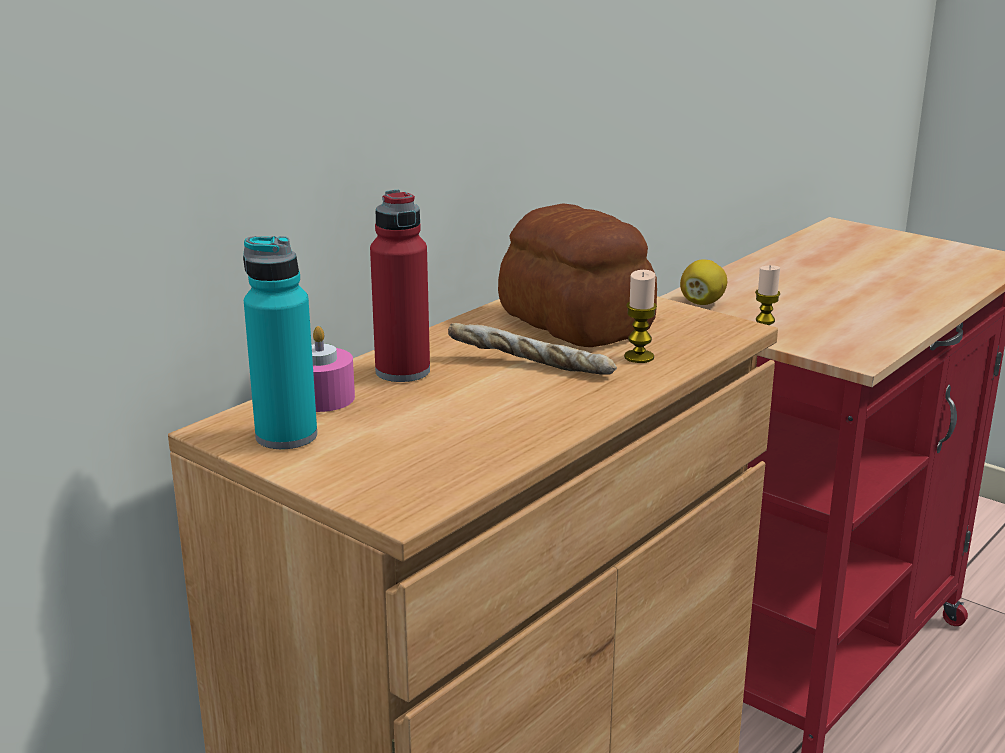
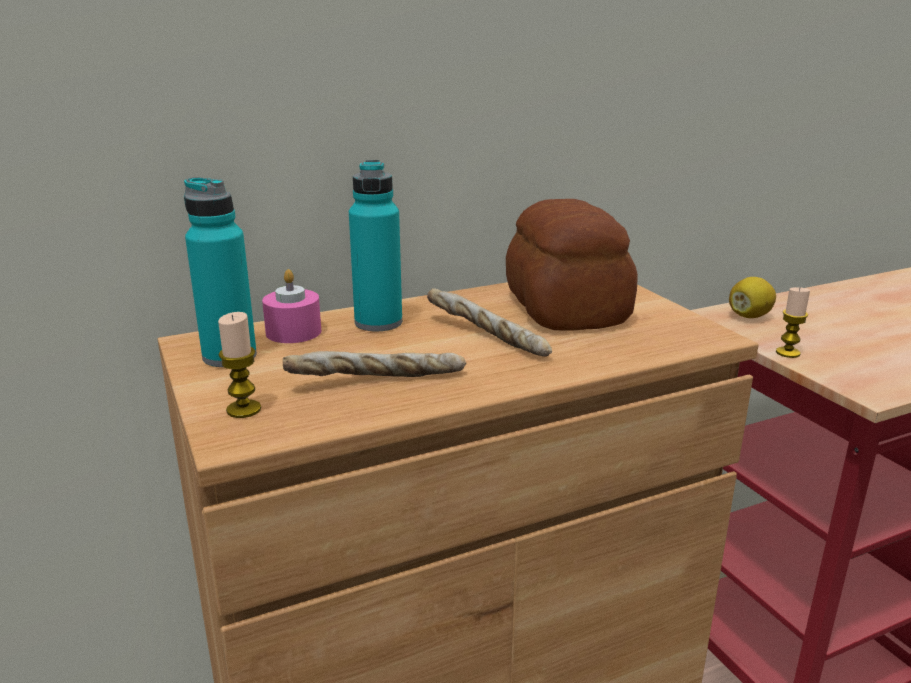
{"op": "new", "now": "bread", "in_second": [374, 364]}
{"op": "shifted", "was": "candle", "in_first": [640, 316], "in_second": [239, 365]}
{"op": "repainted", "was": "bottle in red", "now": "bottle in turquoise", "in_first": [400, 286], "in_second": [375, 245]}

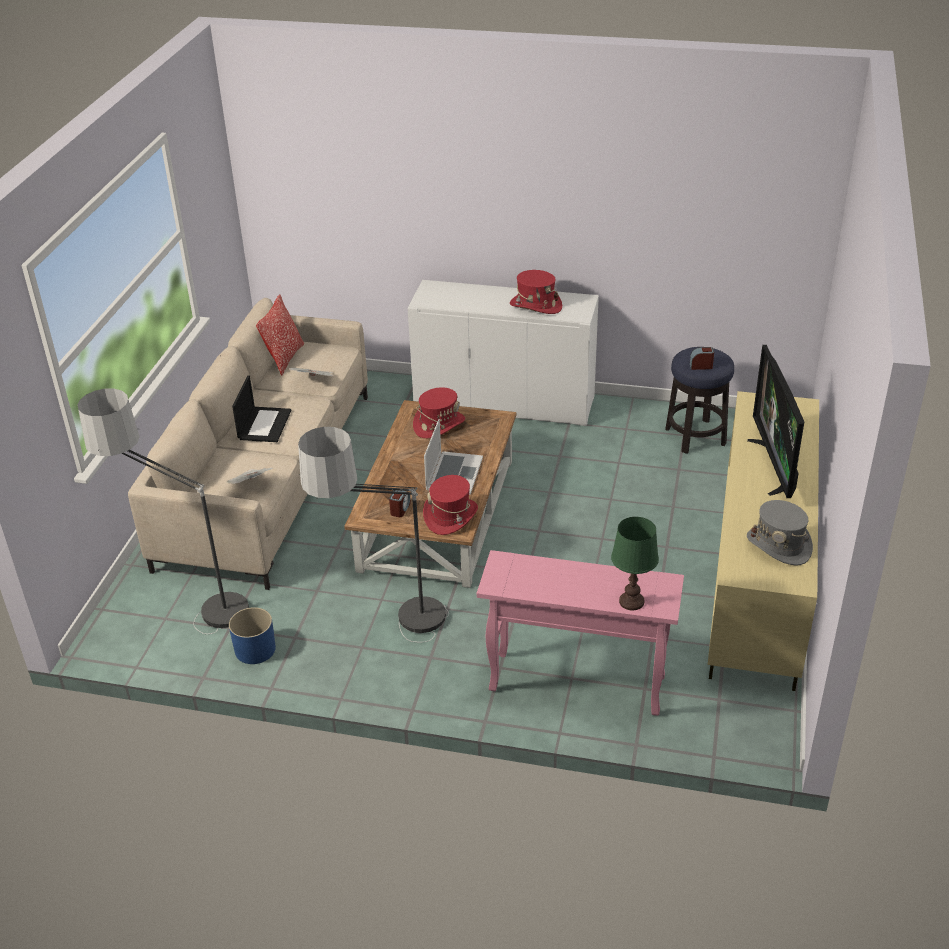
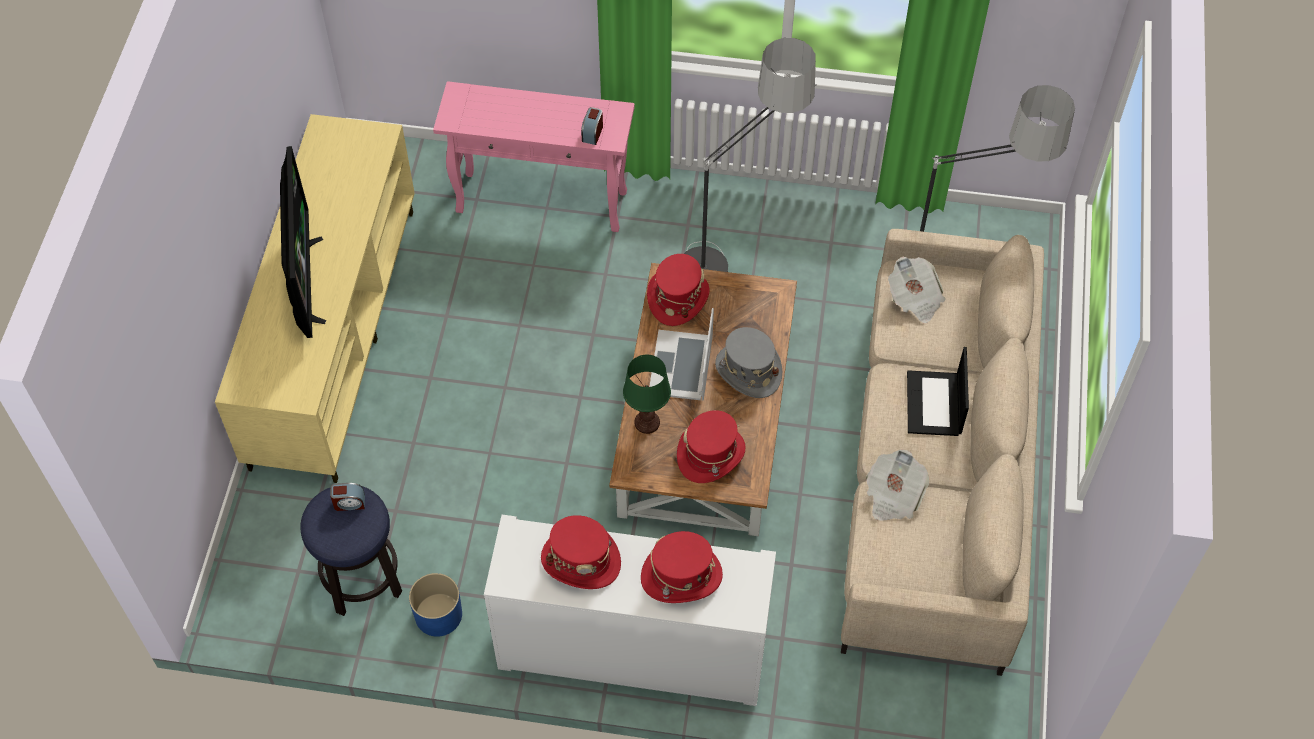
{"op": "gone", "was": "pillow", "in_first": [280, 335]}
{"op": "new", "now": "hat in red", "in_second": [682, 567]}
{"op": "shifted", "was": "planter in blue", "in_first": [252, 635], "in_second": [435, 605]}
{"op": "shifted", "was": "alarm clock", "in_first": [400, 503], "in_second": [592, 126]}
{"op": "shifted", "was": "table lamp in green", "in_first": [635, 564], "in_second": [647, 394]}
{"op": "shifted", "was": "hat in grey", "in_first": [780, 533], "in_second": [748, 362]}

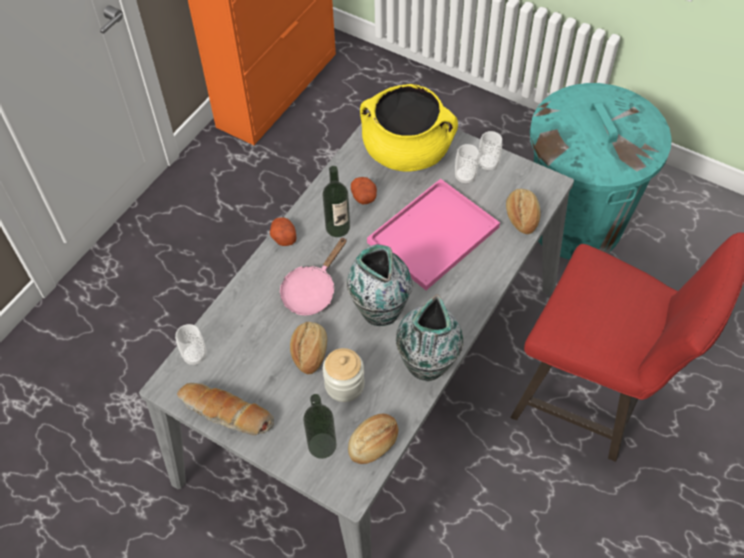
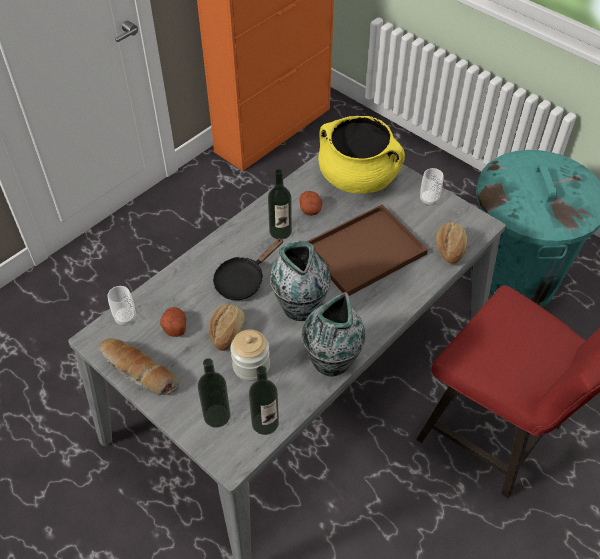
{"op": "gone", "was": "cup", "in_first": [467, 164]}
{"op": "shifted", "was": "potato", "in_first": [283, 231], "in_second": [173, 322]}
{"op": "swapped", "was": "bread", "now": "bottle", "in_first": [373, 439], "in_second": [264, 400]}
{"op": "repainted", "was": "frying pan in pink", "now": "frying pan in black", "in_first": [313, 276], "in_second": [248, 269]}
{"op": "repainted", "was": "tray in pink", "now": "tray in brown", "in_first": [433, 234], "in_second": [367, 250]}

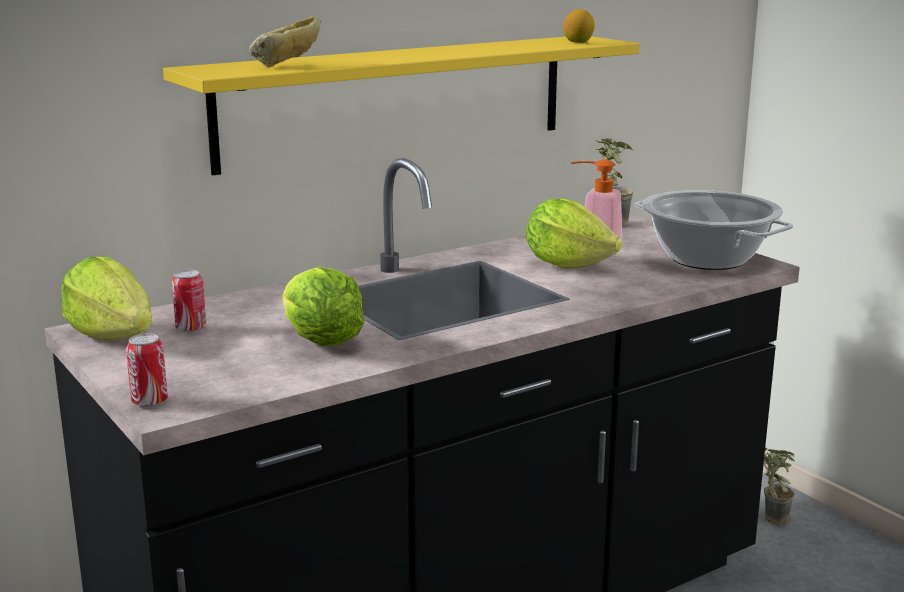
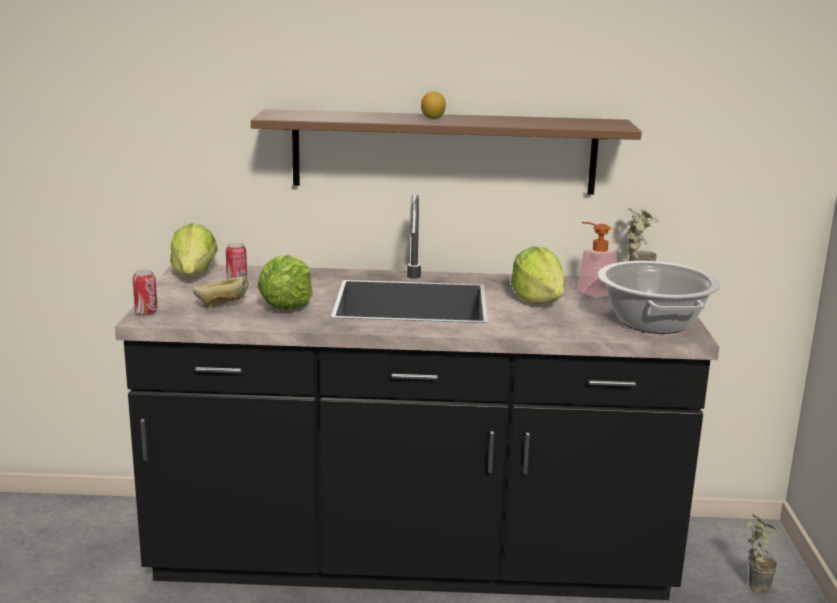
{"op": "shifted", "was": "bread", "in_first": [285, 42], "in_second": [221, 292]}
{"op": "shifted", "was": "lemon", "in_first": [579, 26], "in_second": [433, 105]}
{"op": "repainted", "was": "shelf in yellow", "now": "shelf in brown", "in_first": [401, 105], "in_second": [446, 152]}

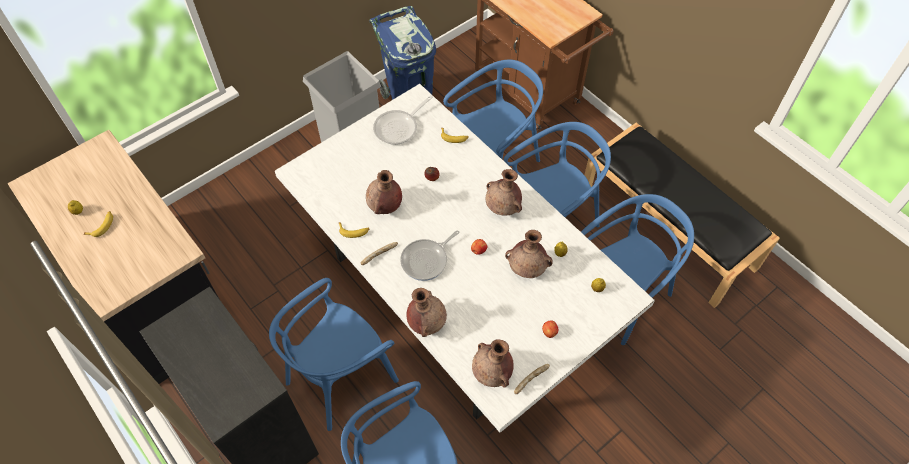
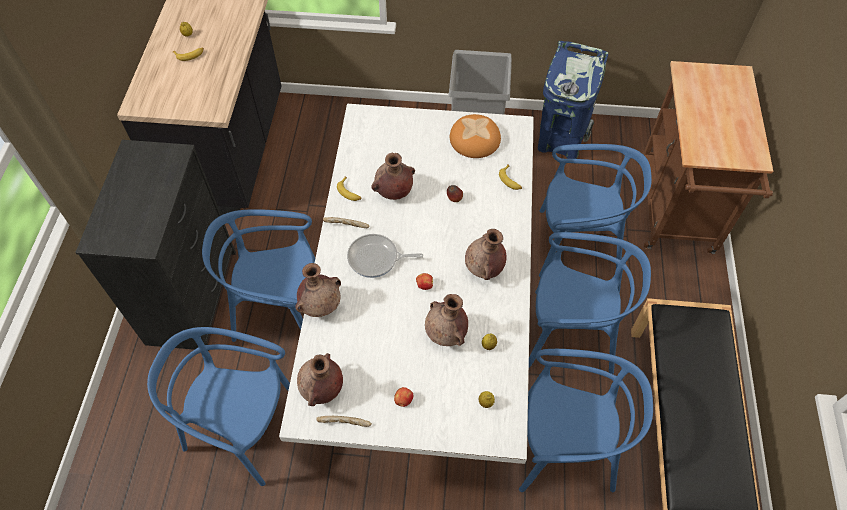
{"op": "swapped", "was": "frying pan", "now": "bread", "in_first": [403, 120], "in_second": [475, 136]}

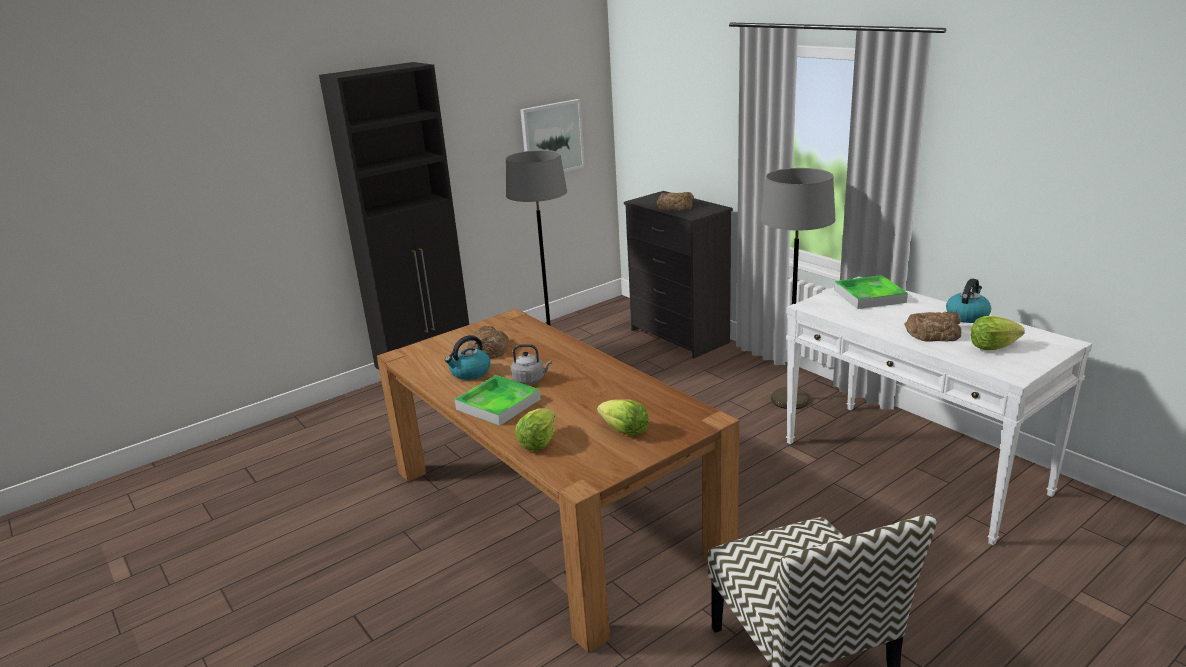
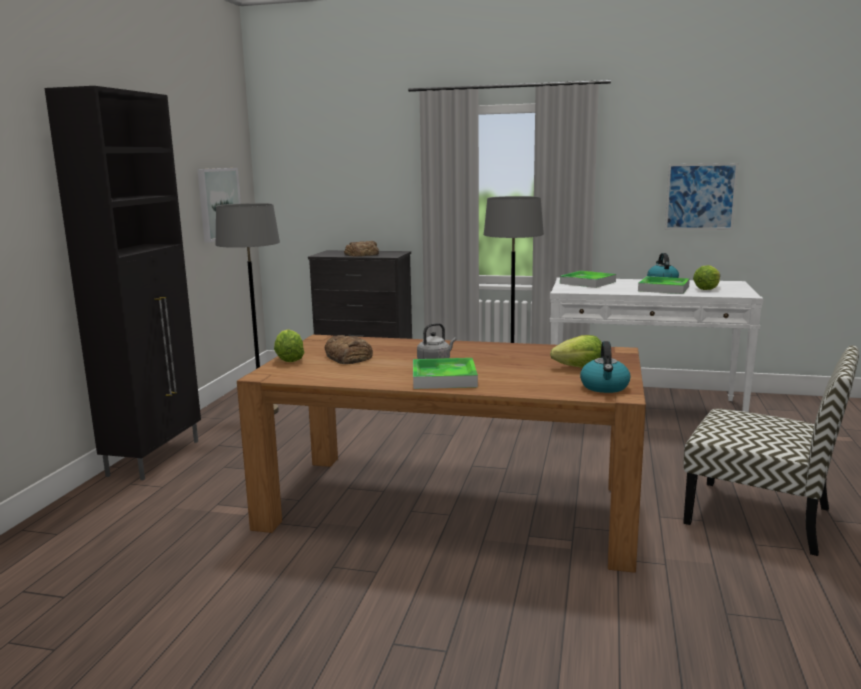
{"op": "new", "now": "picture", "in_second": [701, 196]}
{"op": "shifted", "was": "kettle", "in_first": [467, 357], "in_second": [605, 367]}
{"op": "shifted", "was": "lettuce", "in_first": [535, 429], "in_second": [289, 345]}
{"op": "swapped", "was": "bread", "now": "tray", "in_first": [933, 327], "in_second": [664, 285]}

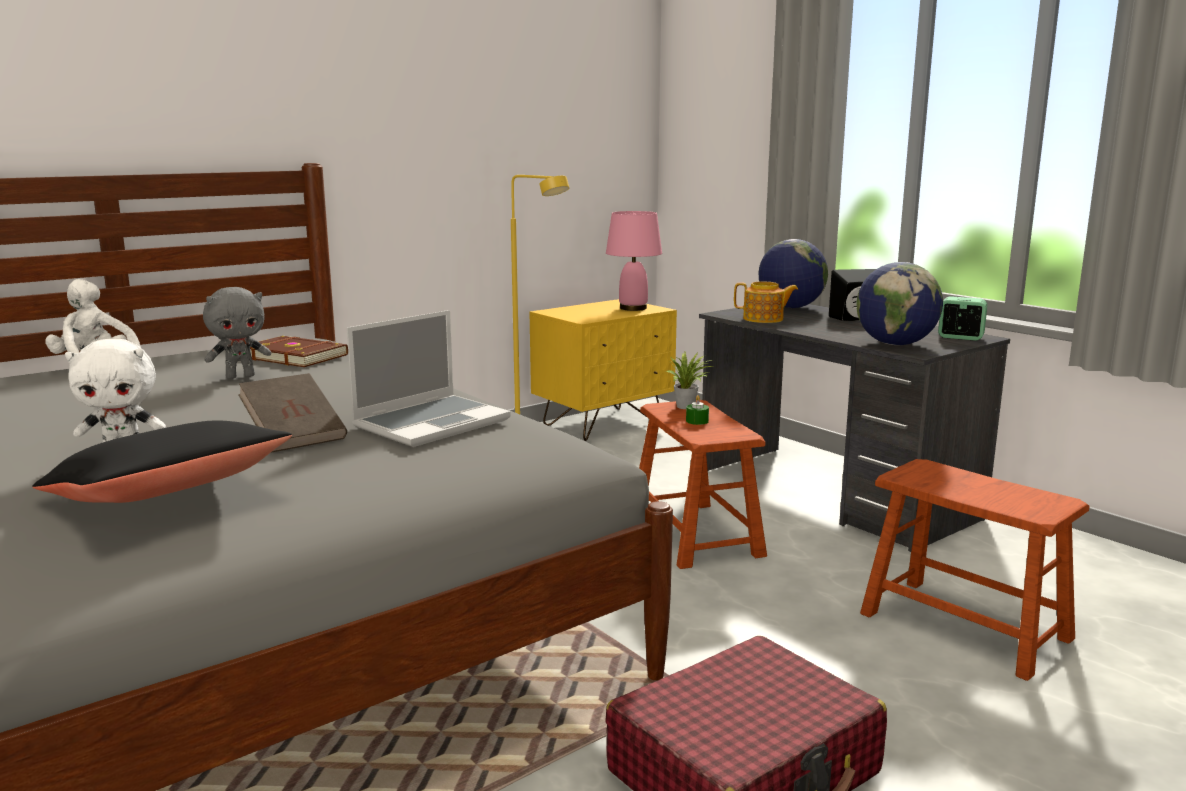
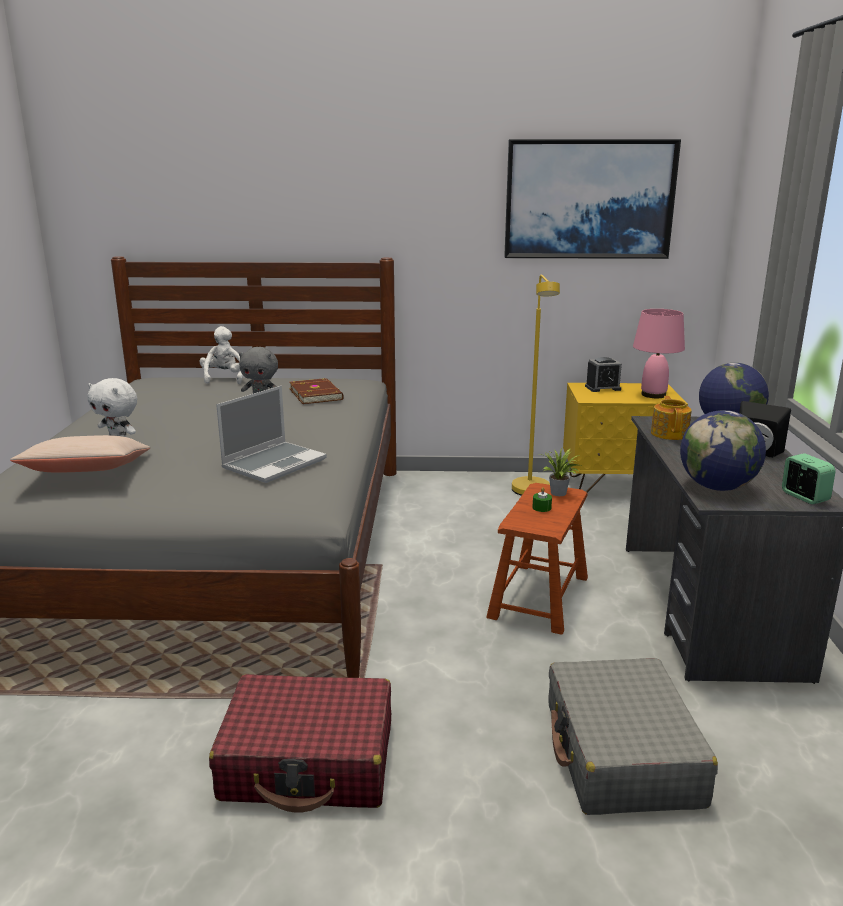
{"op": "gone", "was": "book in brown", "in_first": [292, 412]}
{"op": "new", "now": "picture", "in_second": [592, 199]}
{"op": "new", "now": "alarm clock", "in_second": [603, 374]}
{"op": "swapped", "was": "stool in brown", "now": "suitcase in grey", "in_first": [975, 570], "in_second": [633, 736]}
{"op": "repainted", "was": "pillow in black", "now": "pillow in beige", "in_first": [162, 461], "in_second": [80, 454]}
{"op": "rotated", "was": "laptop", "in_first": [429, 378], "in_second": [271, 434], "clockwise": -45}
{"op": "rotated", "was": "teapot", "in_first": [766, 302], "in_second": [671, 418], "clockwise": -135}

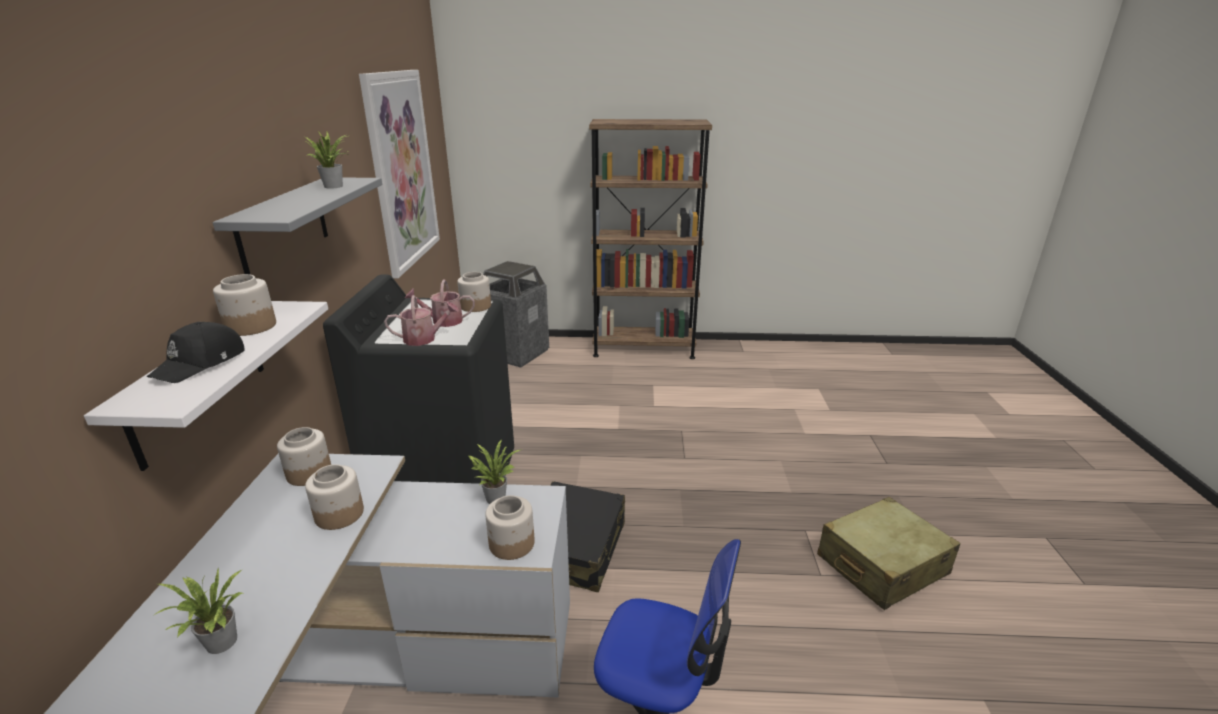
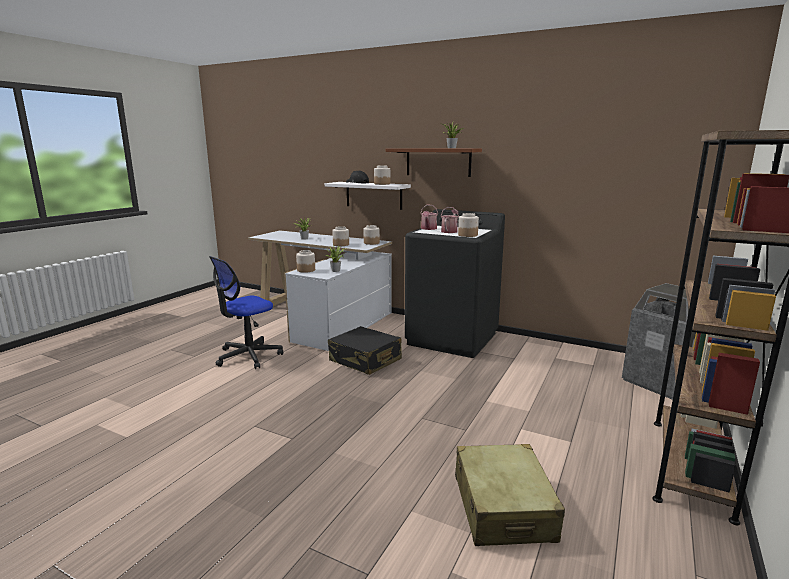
{"op": "gone", "was": "picture", "in_first": [399, 174]}
{"op": "shifted", "was": "suitcase in beige", "in_first": [889, 553], "in_second": [510, 495]}
{"op": "repainted", "was": "shelf in grey", "now": "shelf in brown", "in_first": [297, 226], "in_second": [434, 162]}

